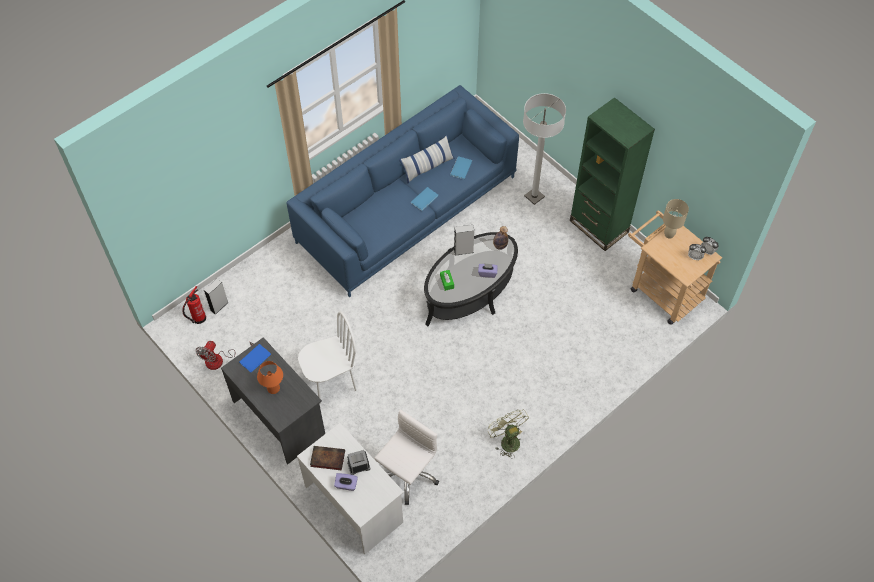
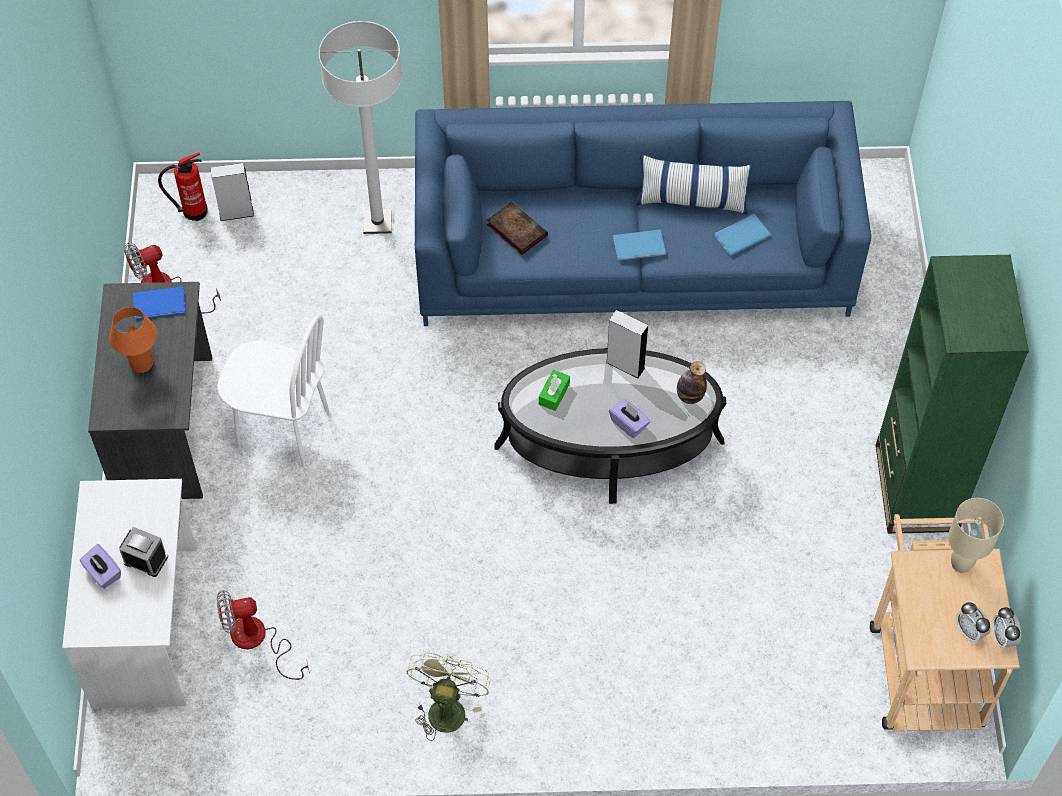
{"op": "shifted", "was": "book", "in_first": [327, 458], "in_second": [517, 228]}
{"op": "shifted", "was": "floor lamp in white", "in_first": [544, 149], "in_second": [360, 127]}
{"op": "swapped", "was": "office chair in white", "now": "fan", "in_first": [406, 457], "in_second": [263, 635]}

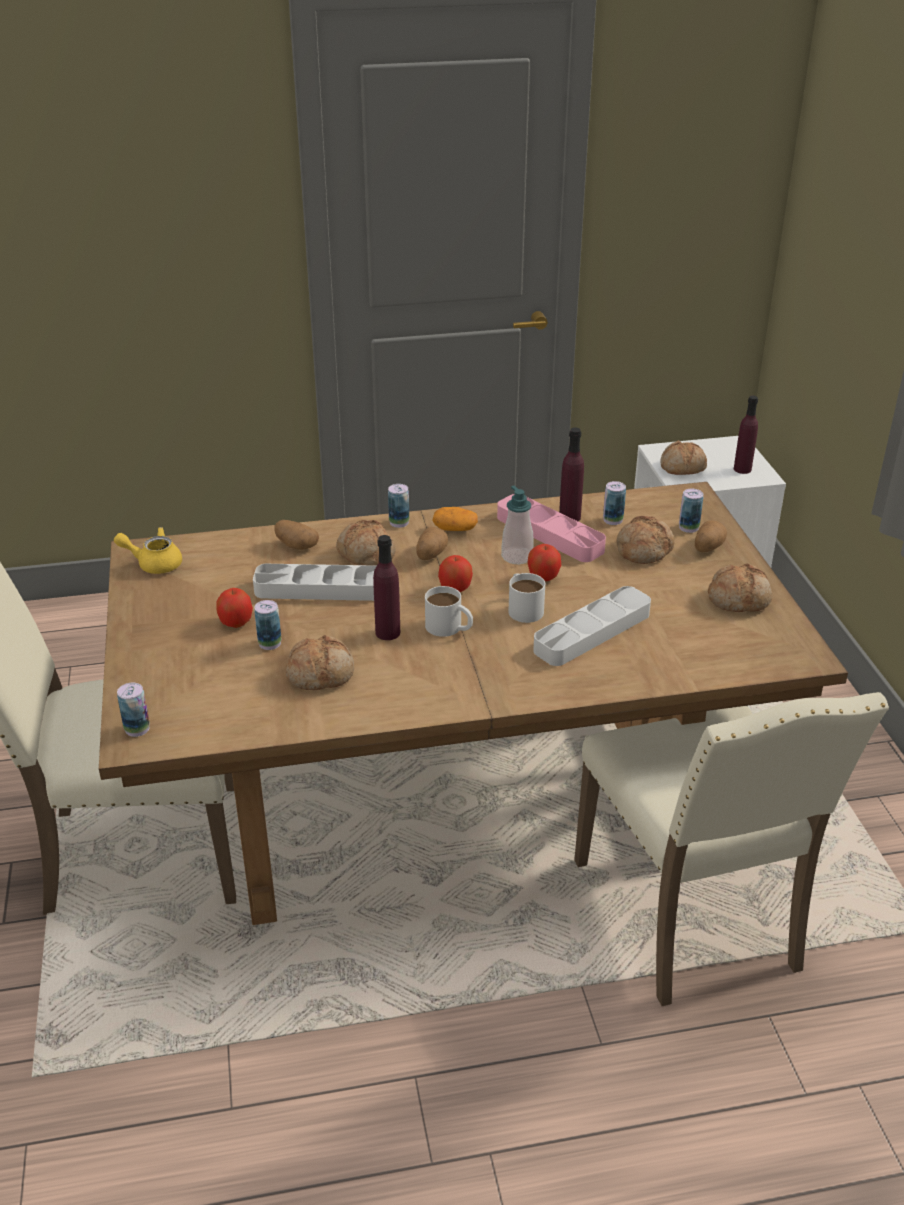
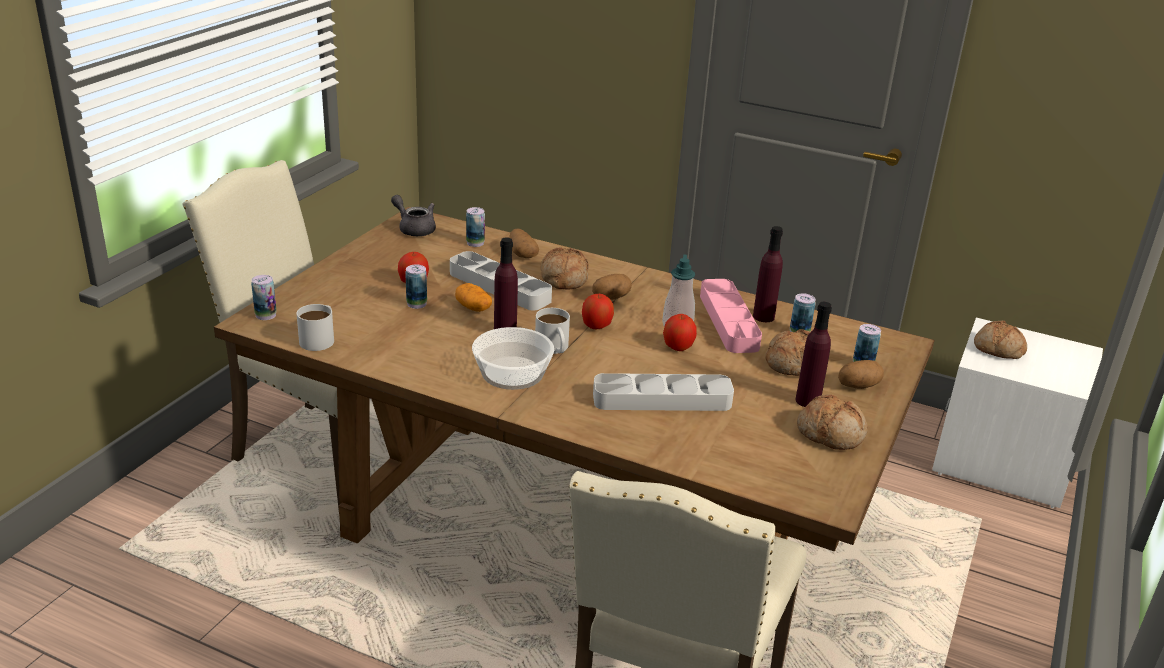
{"op": "gone", "was": "bread", "in_first": [320, 662]}
{"op": "new", "now": "bowl", "in_second": [513, 358]}
{"op": "shifted", "was": "can", "in_first": [398, 506], "in_second": [475, 227]}
{"op": "shifted", "was": "potato", "in_first": [455, 519], "in_second": [473, 297]}
{"op": "shifted", "was": "mug in white", "in_first": [526, 598], "in_second": [315, 327]}
{"op": "shifted", "was": "bottle in purple", "in_first": [746, 435], "in_second": [813, 354]}
{"op": "repainted", "was": "teapot in yellow", "now": "teapot in grey", "in_first": [148, 550], "in_second": [413, 215]}

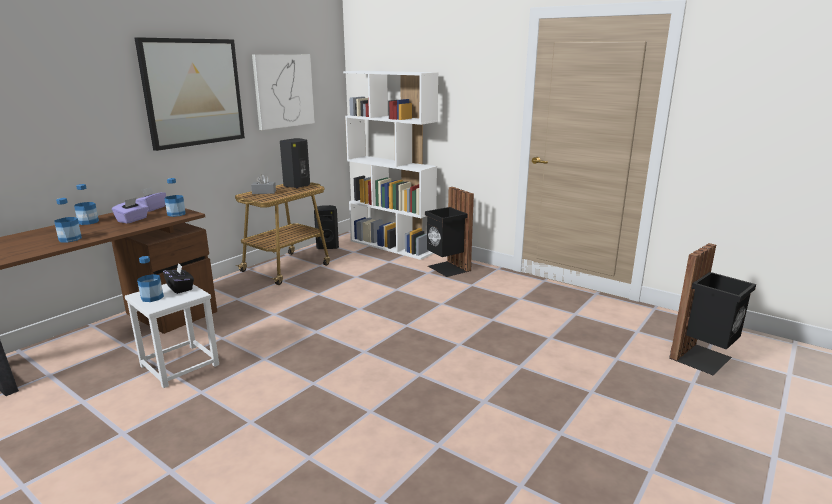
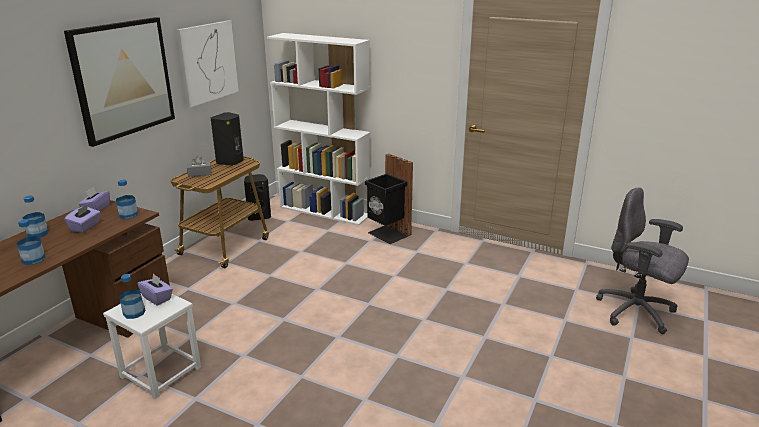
{"op": "swapped", "was": "trash can in black", "now": "office chair in grey", "in_first": [712, 309], "in_second": [642, 260]}
{"op": "repainted", "was": "tissue box in black", "now": "tissue box in purple", "in_first": [178, 278], "in_second": [155, 290]}

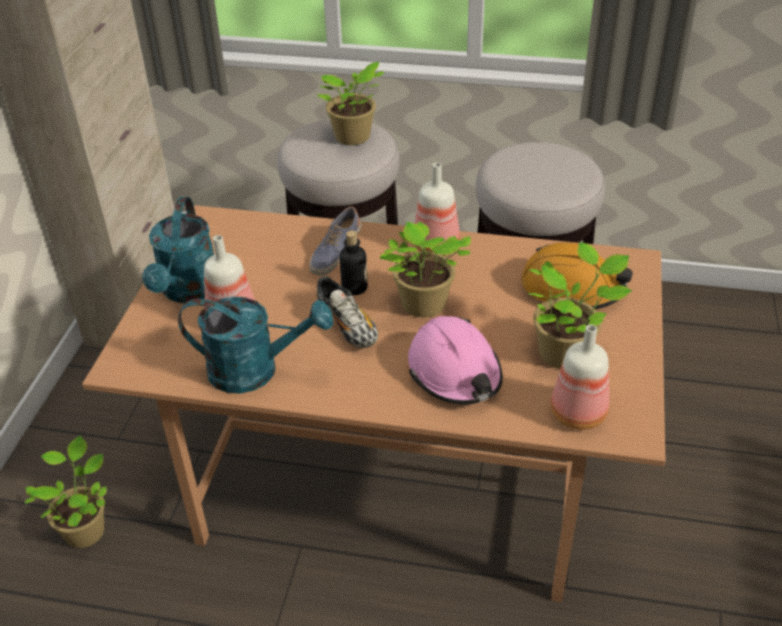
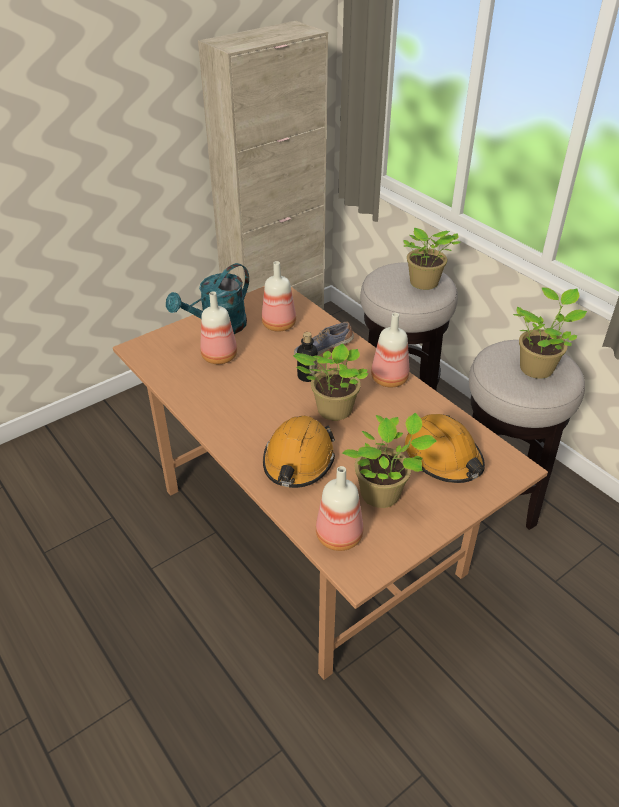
{"op": "gone", "was": "watering can in turquoise", "in_first": [255, 345]}
{"op": "gone", "was": "shoe", "in_first": [347, 312]}
{"op": "new", "now": "bottle", "in_second": [279, 296]}
{"op": "shifted", "was": "potted plant", "in_first": [66, 492], "in_second": [550, 333]}
{"op": "repainted", "was": "hard hat in pink", "now": "hard hat in orange", "in_first": [455, 360], "in_second": [299, 452]}

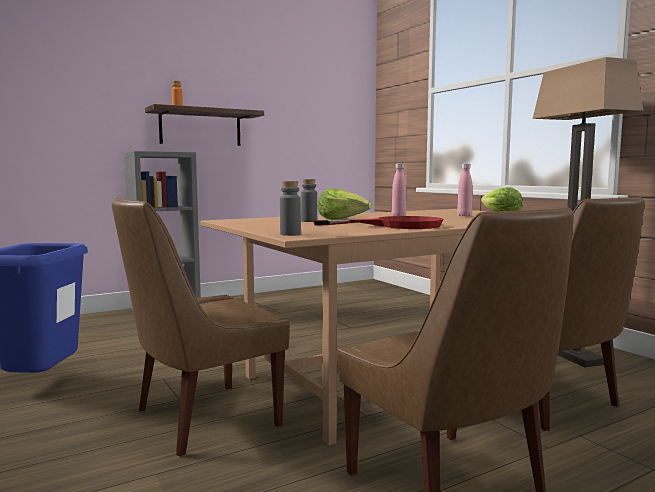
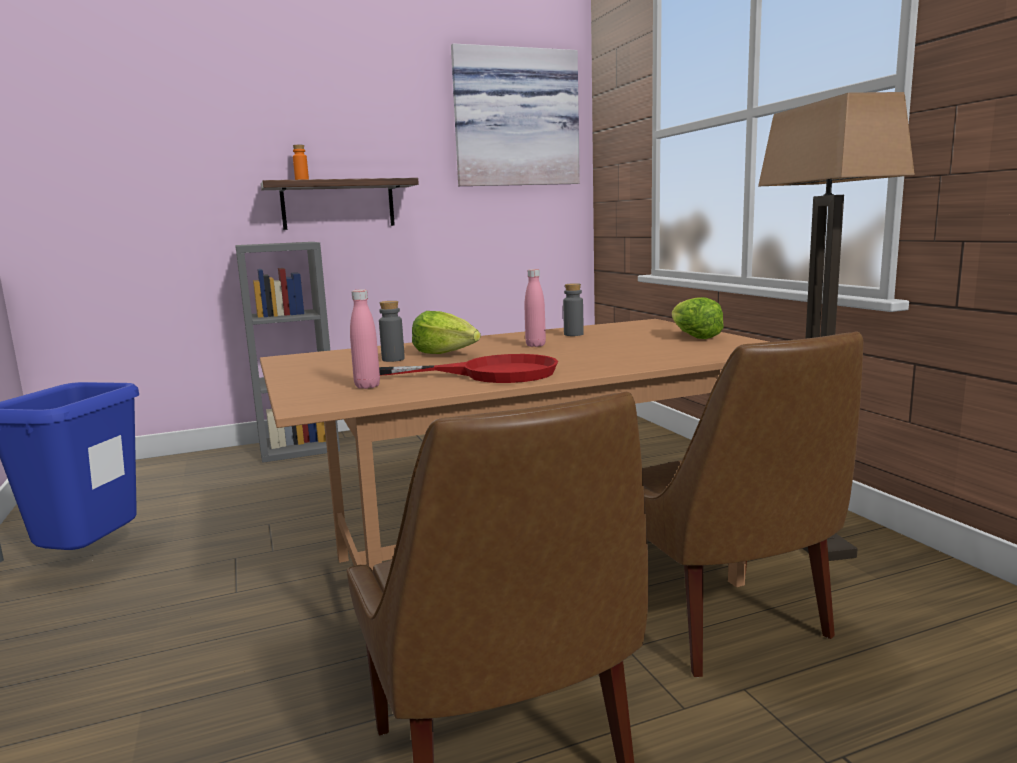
{"op": "gone", "was": "chair in brown", "in_first": [201, 327]}
{"op": "new", "now": "picture", "in_second": [515, 114]}
{"op": "shifted", "was": "bottle in grey", "in_first": [290, 208], "in_second": [573, 309]}
{"op": "shifted", "was": "bottle in pink", "in_first": [464, 189], "in_second": [365, 339]}

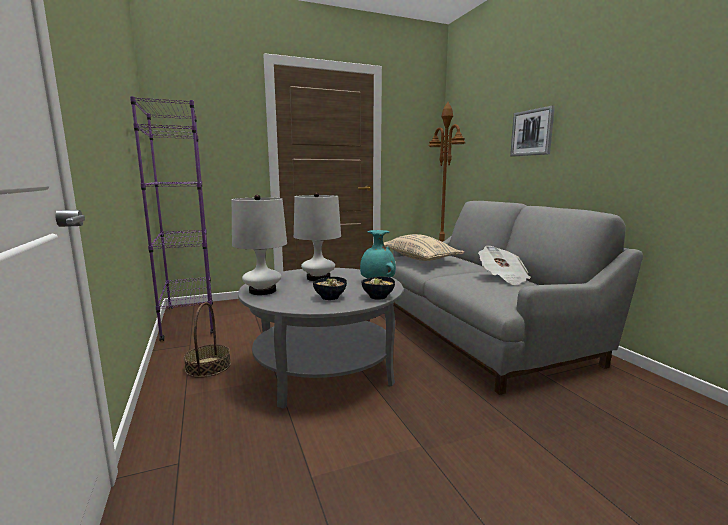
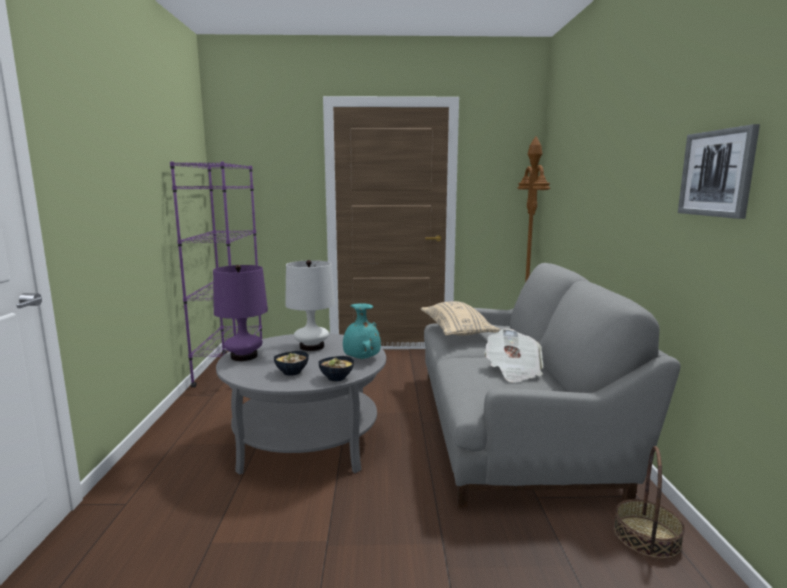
{"op": "shifted", "was": "basket", "in_first": [207, 340], "in_second": [649, 502]}
{"op": "shifted", "was": "picture", "in_first": [532, 131], "in_second": [719, 171]}
{"op": "repainted", "was": "table lamp in white", "now": "table lamp in purple", "in_first": [259, 245], "in_second": [240, 313]}

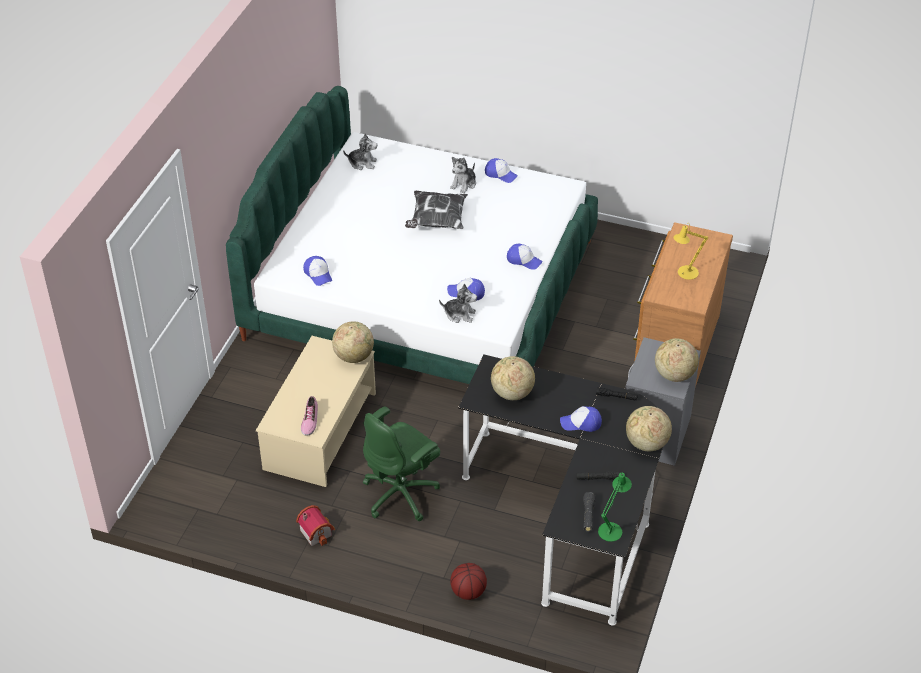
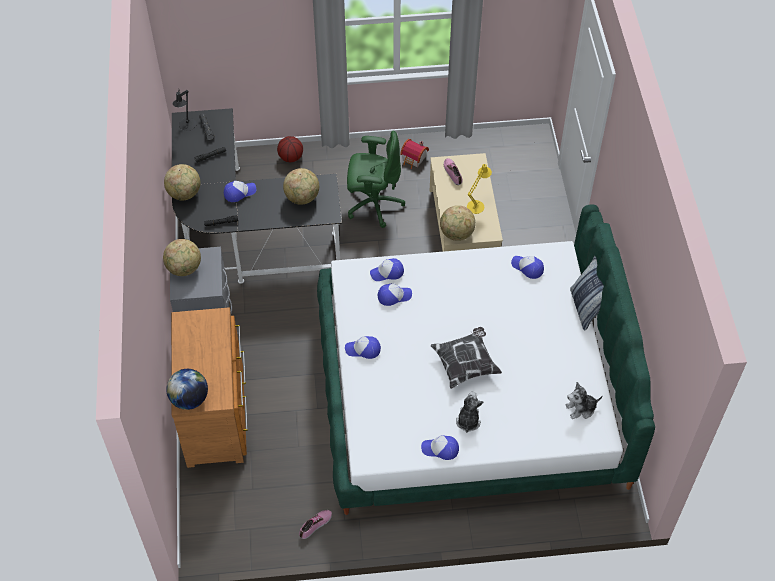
{"op": "new", "now": "globe", "in_second": [187, 389]}
{"op": "new", "now": "shoe", "in_second": [315, 524]}
{"op": "new", "now": "pillow", "in_second": [587, 293]}
{"op": "shifted", "was": "table lamp in yellow", "in_first": [691, 251], "in_second": [479, 189]}
{"op": "swapped", "was": "plush toy", "now": "cap", "in_first": [458, 303], "in_second": [387, 269]}
{"op": "repainted", "was": "table lamp in green", "now": "table lamp in black", "in_first": [615, 507], "in_second": [185, 110]}
{"op": "rotated", "was": "office chair in green", "in_first": [401, 463], "in_second": [376, 179], "clockwise": 75}

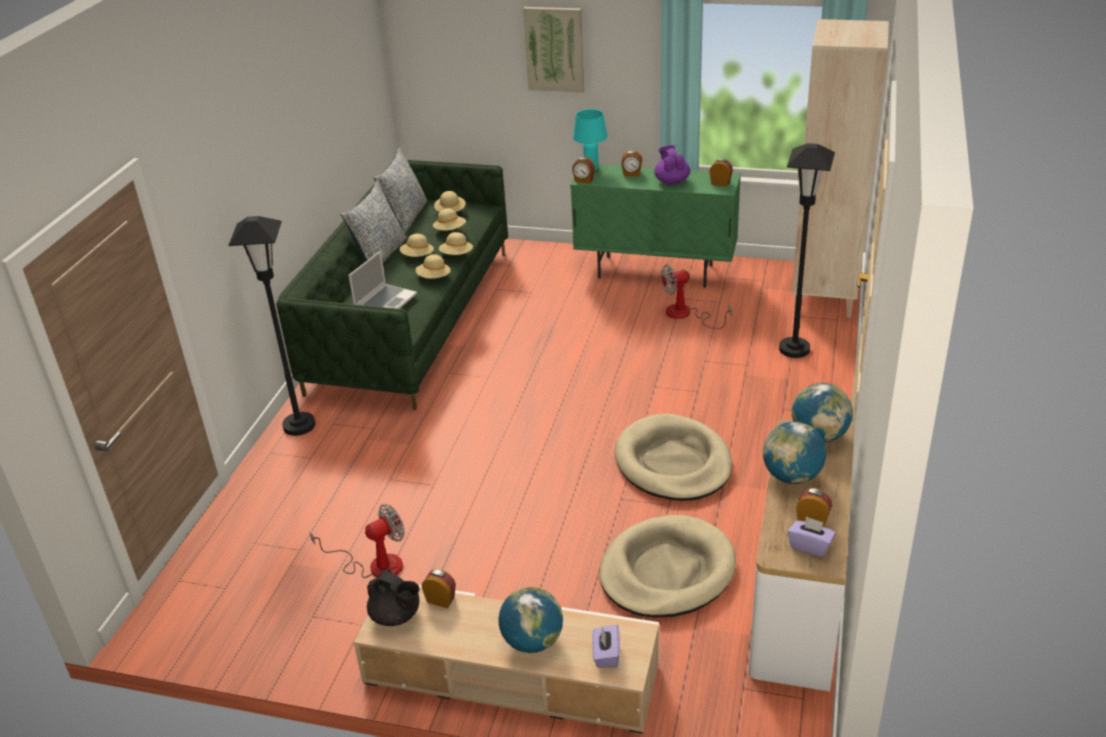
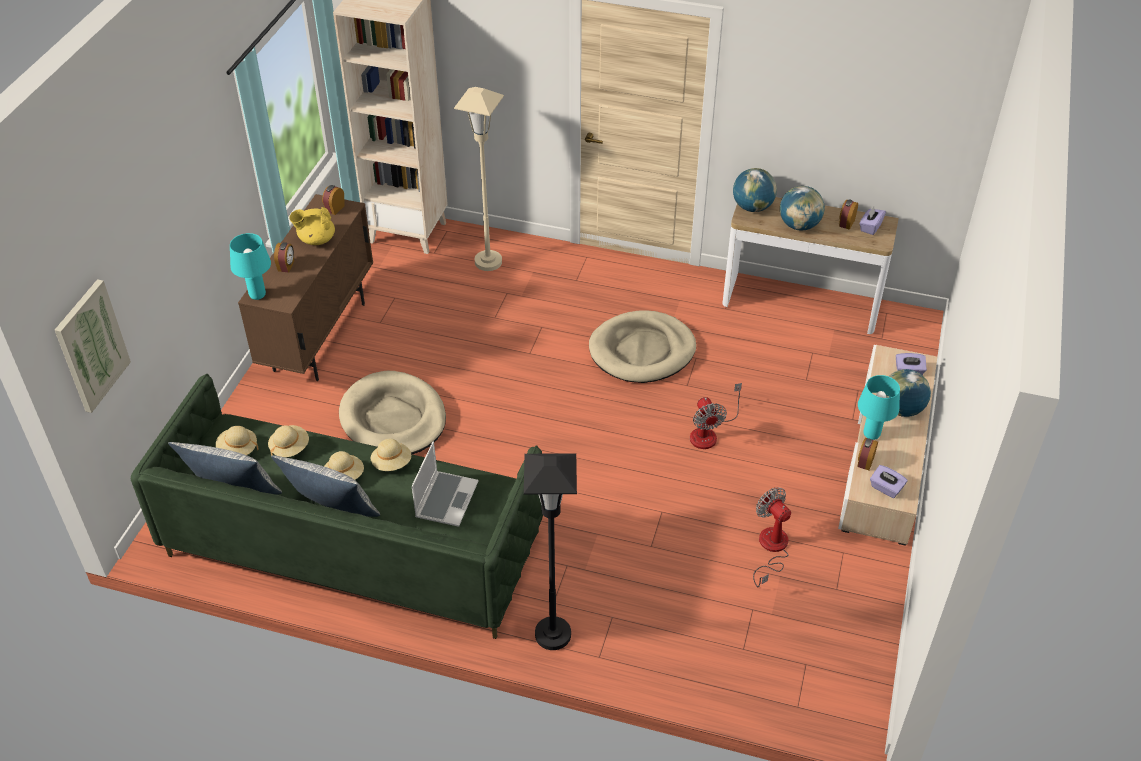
{"op": "gone", "was": "hat in beige", "in_first": [456, 243]}
{"op": "gone", "was": "alarm clock", "in_first": [583, 170]}
{"op": "new", "now": "table lamp in turquoise", "in_second": [879, 407]}
{"op": "shifted", "was": "picture", "in_first": [553, 50], "in_second": [93, 346]}
{"op": "shifted", "was": "dog bed in beige", "in_first": [667, 566], "in_second": [392, 412]}
{"op": "shifted", "was": "fan", "in_first": [696, 296], "in_second": [716, 416]}
{"op": "swapped", "was": "teapot in black", "now": "tissue box in purple", "in_first": [393, 598], "in_second": [888, 481]}
{"op": "repainted", "was": "cabinet in green", "now": "cabinet in brown", "in_first": [655, 226], "in_second": [305, 287]}
{"op": "repainted", "was": "teapot in purple", "now": "teapot in yellow", "in_first": [672, 165], "in_second": [312, 226]}
{"op": "repainted", "was": "floor lamp in black", "now": "floor lamp in beige", "in_first": [807, 250], "in_second": [479, 179]}
{"op": "rotated", "was": "laptop", "in_first": [383, 280], "in_second": [445, 484], "clockwise": 75}

